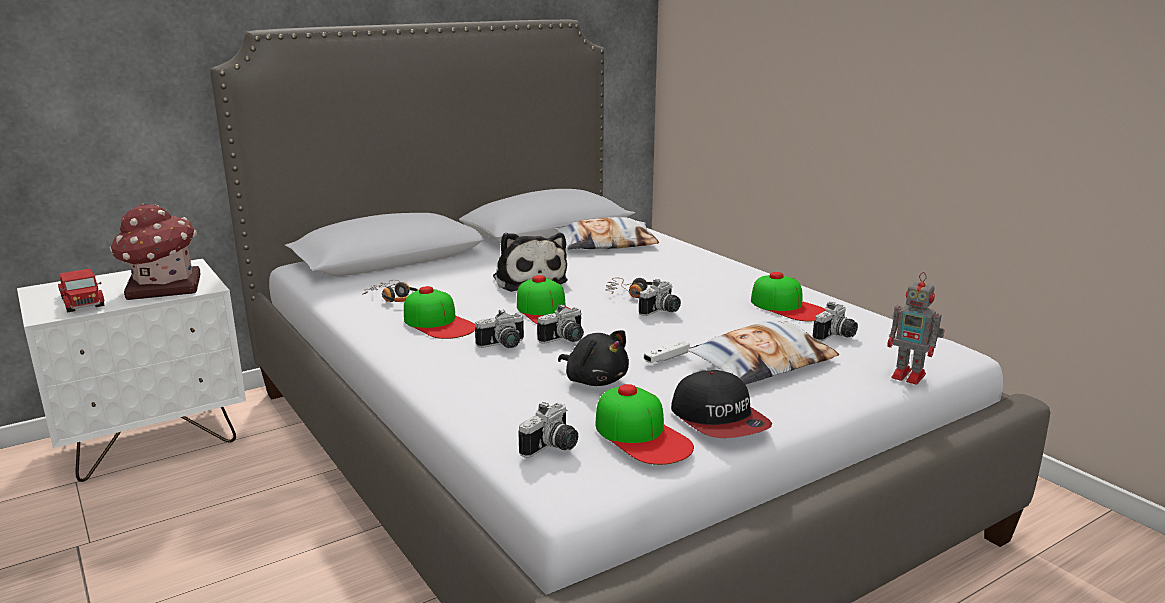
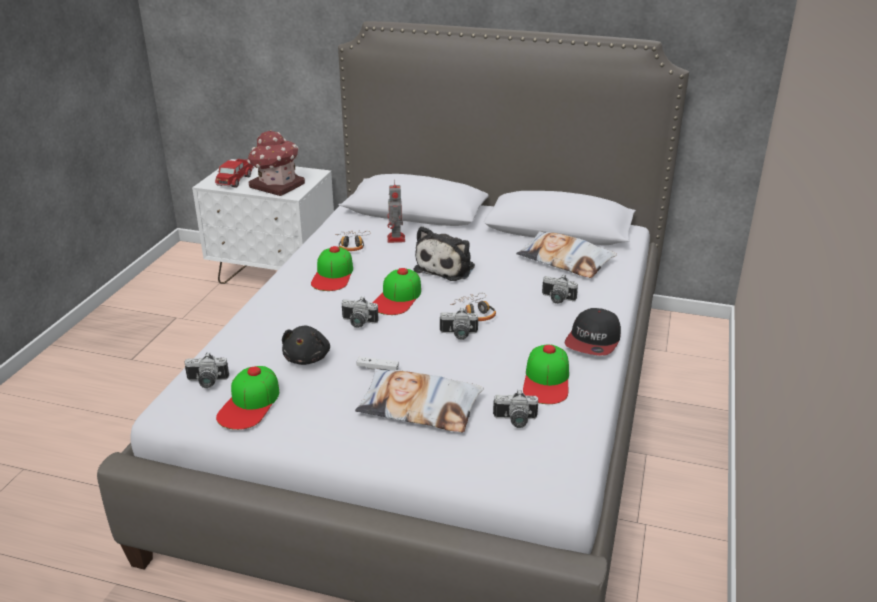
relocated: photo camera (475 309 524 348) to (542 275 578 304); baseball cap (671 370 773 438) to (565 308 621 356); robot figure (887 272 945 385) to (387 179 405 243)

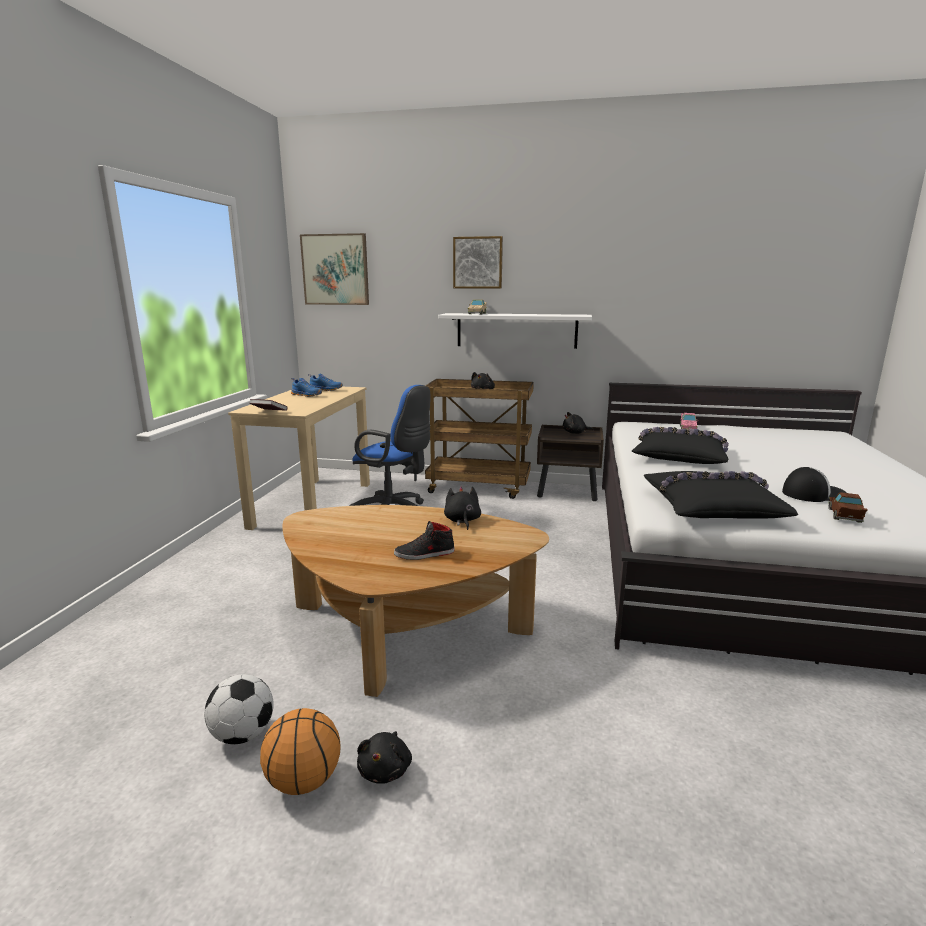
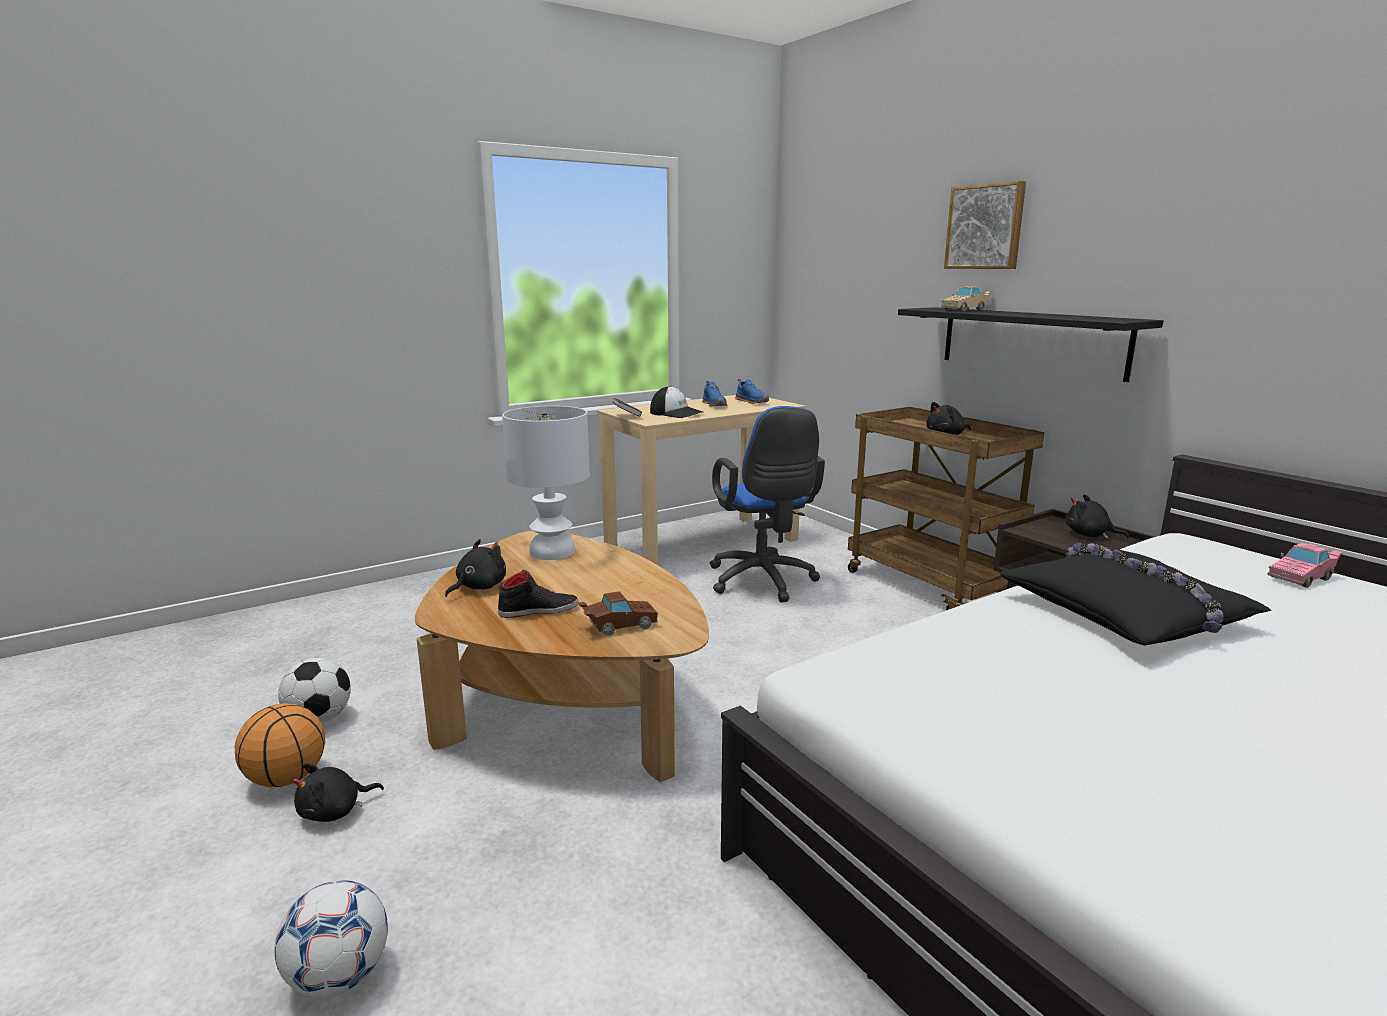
missing: picture (300 233 369 305); cushion in black (644 471 798 519)
appeared: football ball (275 880 388 997); lamp for a table in white (502 406 590 560)
relocated: plush toy in black (444 487 481 530) to (445 539 506 597); baseball cap (782 467 847 502) to (650 386 703 418); miniature car in brown-coloured (828 492 868 523) to (578 591 659 636)
colour: bracket shelf in white (438 313 592 349) to bracket shelf in black (898 307 1163 382)
spun: shoe in black (394 521 455 560) = (498 570 579 618) 135 degrees clockwise

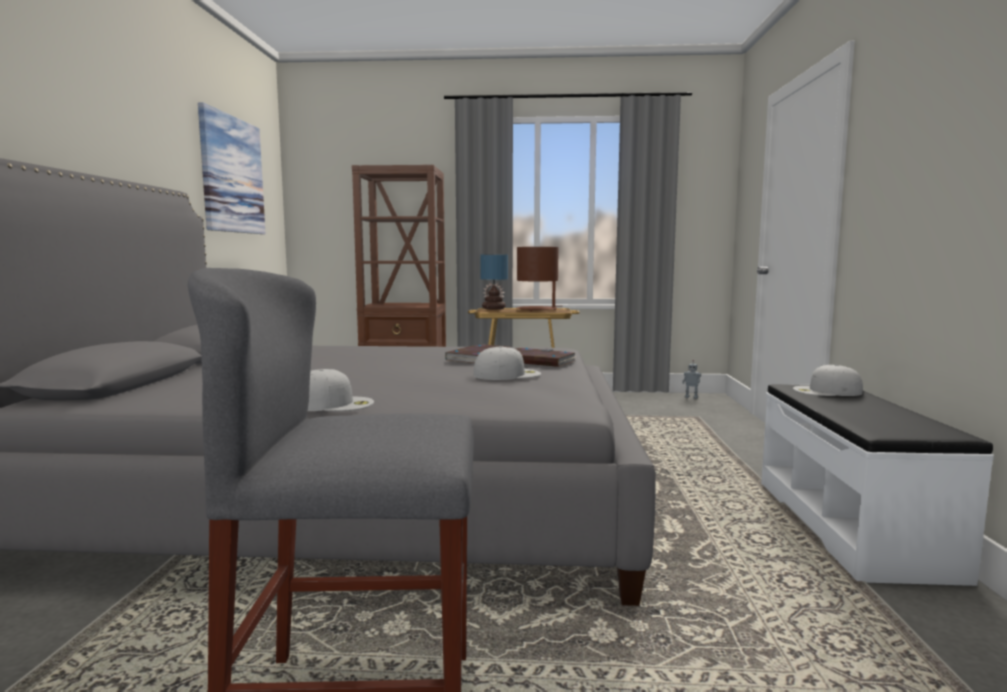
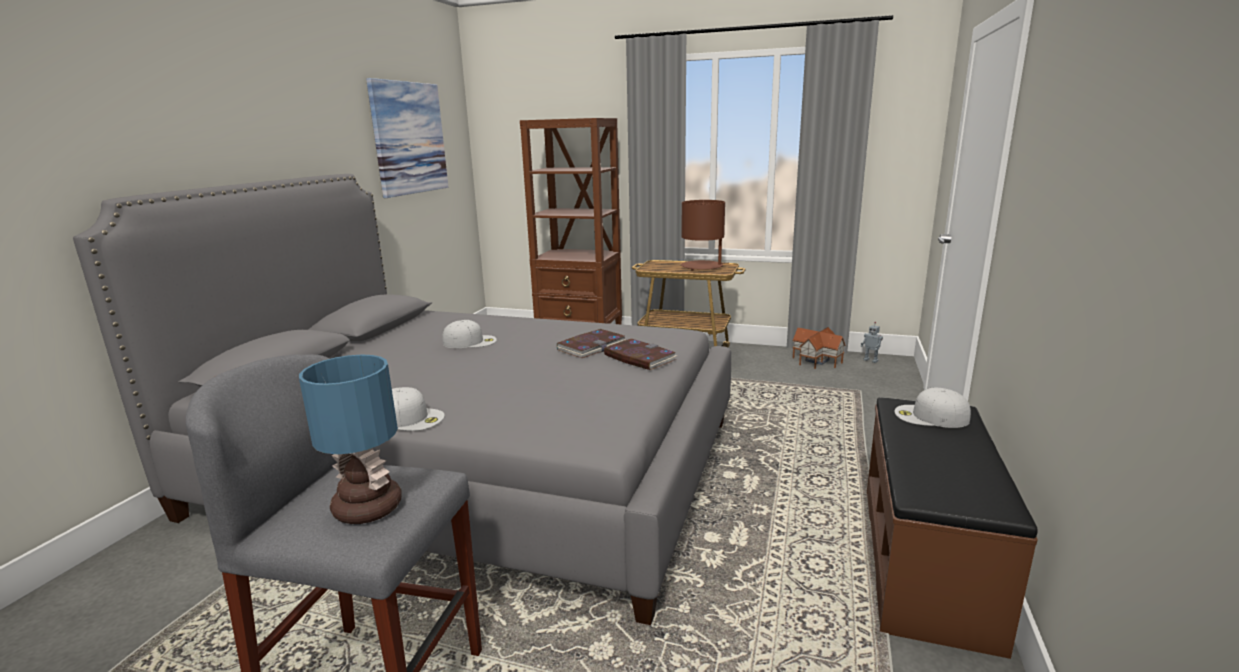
appeared: toy house (792 327 846 369)
relocated: baseball cap in white (474 346 541 380) to (442 320 497 348); lamp for a table (480 255 508 309) to (299 355 402 524)
colour: indoor bench in white (761 384 994 586) to indoor bench in brown-coloured (867 397 1038 659)

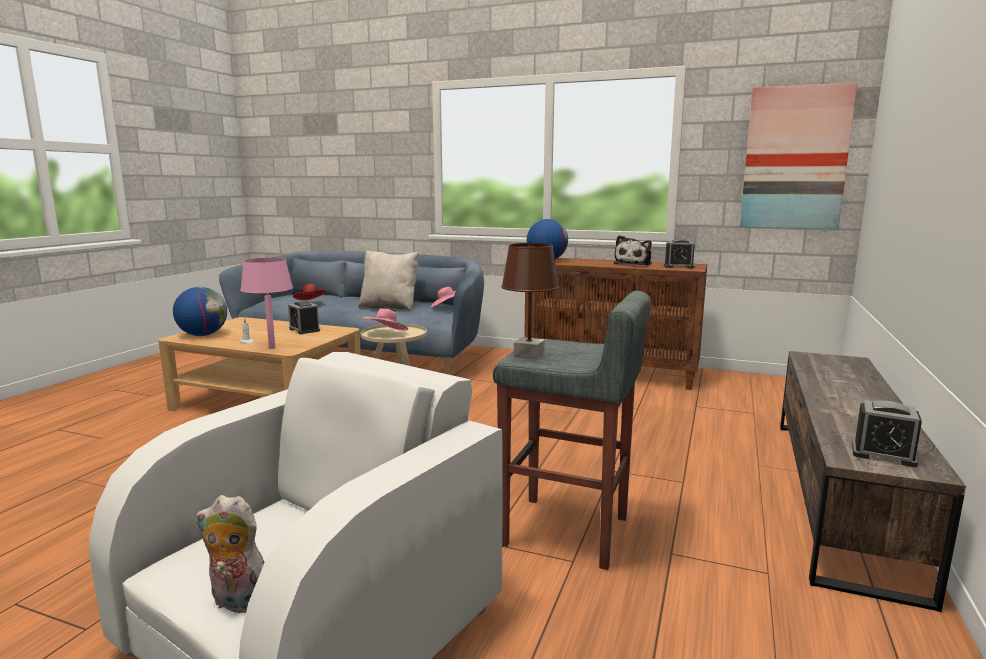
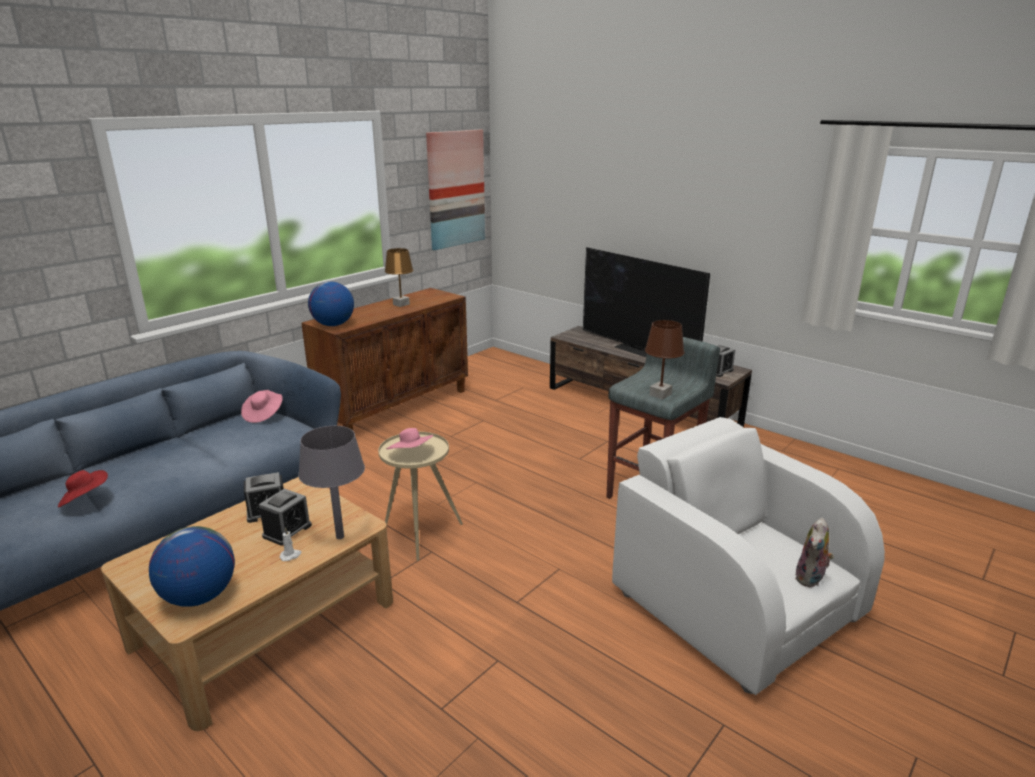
missing: cushion in beige (358 250 419 311)
appeared: TV set (583 247 710 357)
relocated: bedside clock (664 239 695 268) to (259 488 312 546)
exchanged: plush toy (614 235 652 266) to lamp for a table in brown-coloured (385 248 413 307)
colour: lamp for a table in pink (240 258 293 349) to lamp for a table in gray (298 426 365 539)

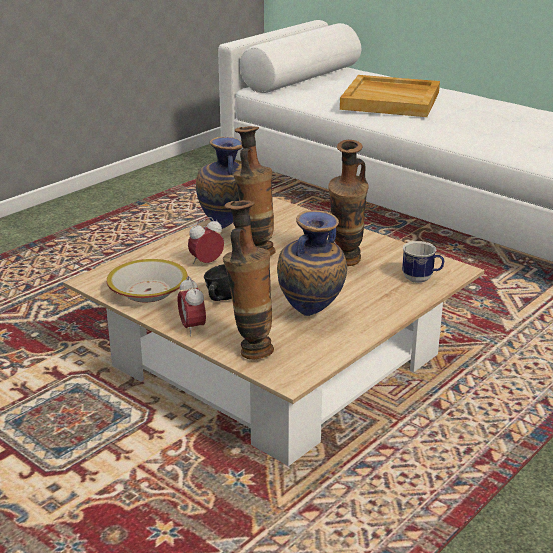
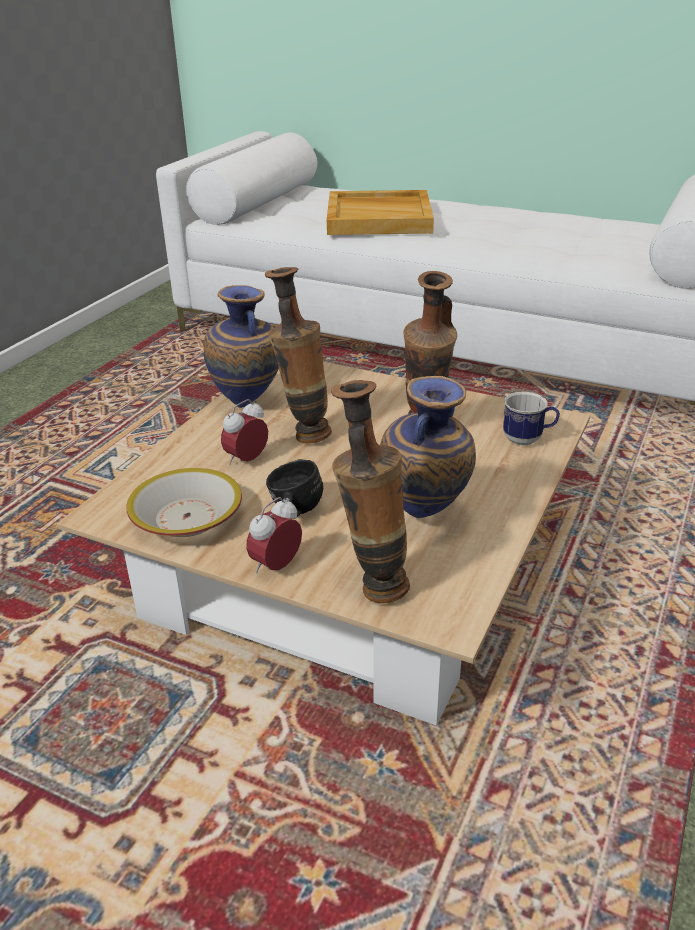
spun: bedside clock (178 276 206 337) = (246 497 302 573) 75 degrees clockwise

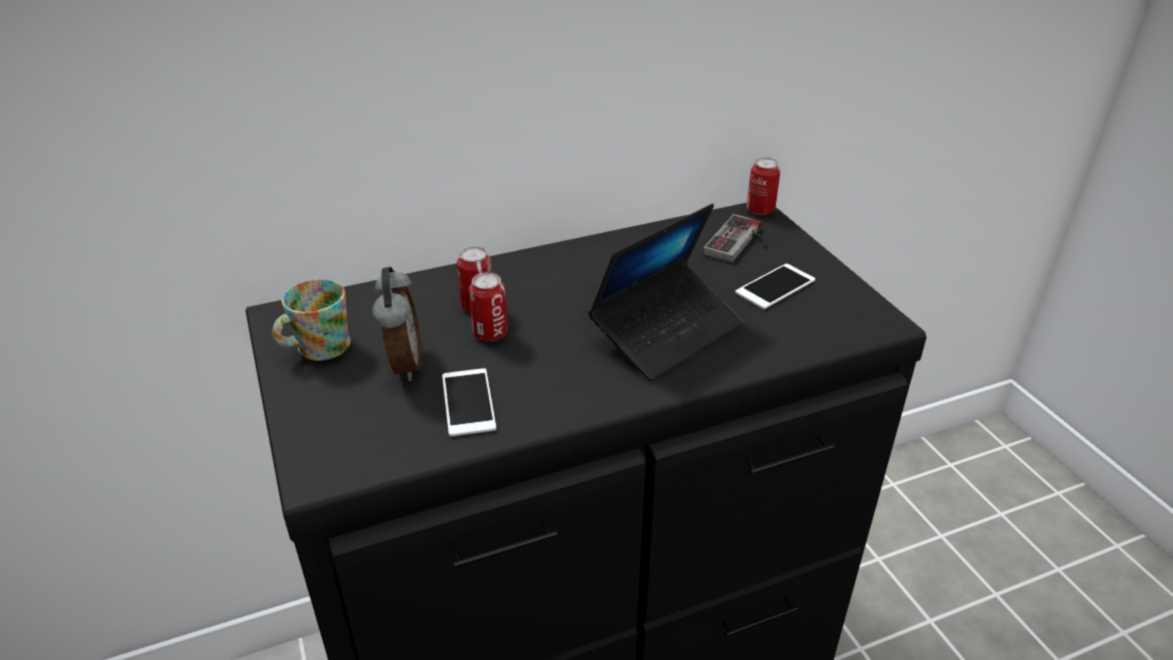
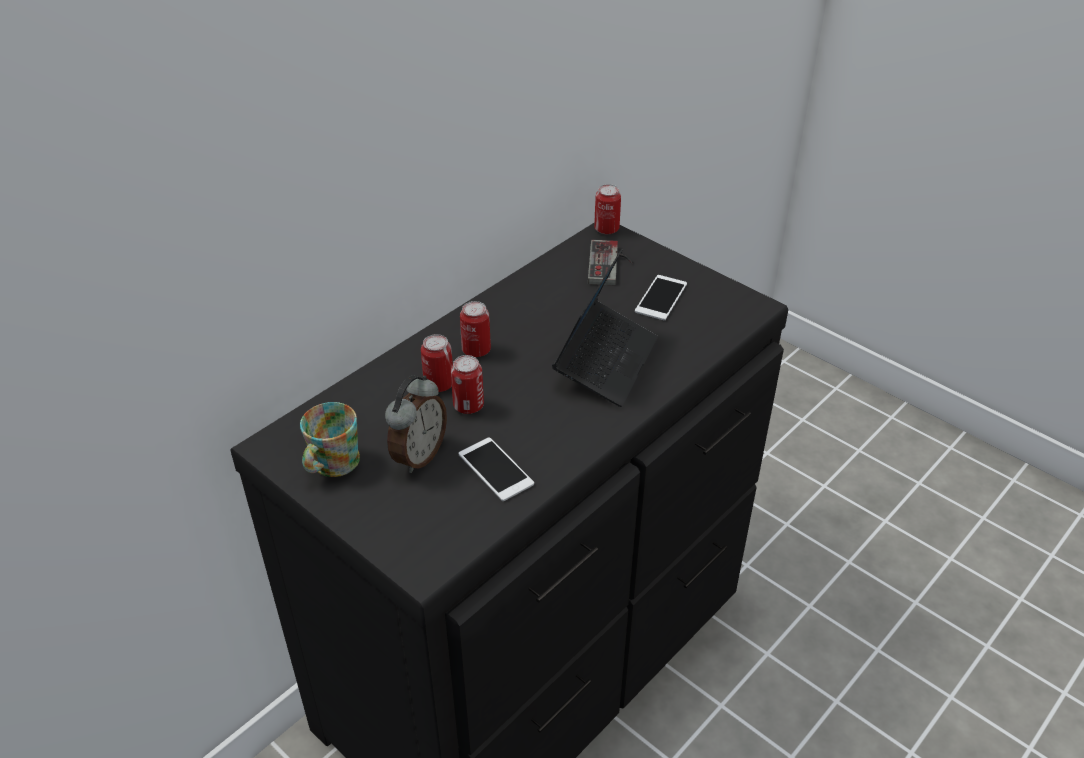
appeared: metal can (460 301 491 357)
spun: bedside clock (372 267 422 381) = (385 375 447 473) 60 degrees clockwise

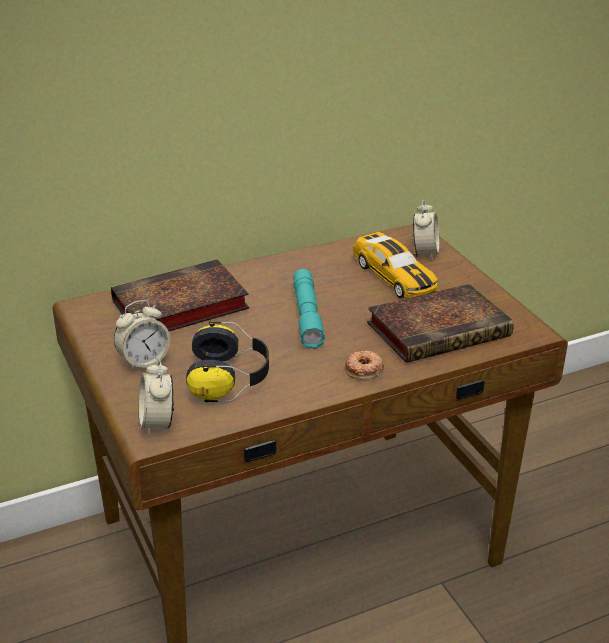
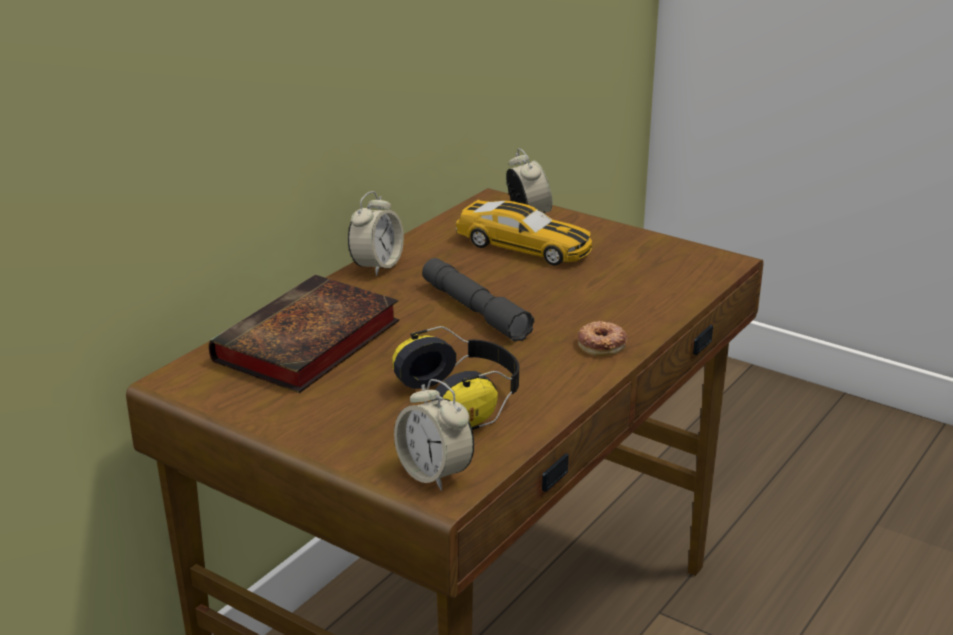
missing: book (367 284 514 363)
relocated: bedside clock (114 300 170 371) to (348 191 404 276)
colour: flashlight in turquoise (293 269 325 349) to flashlight in gray (422 258 534 342)

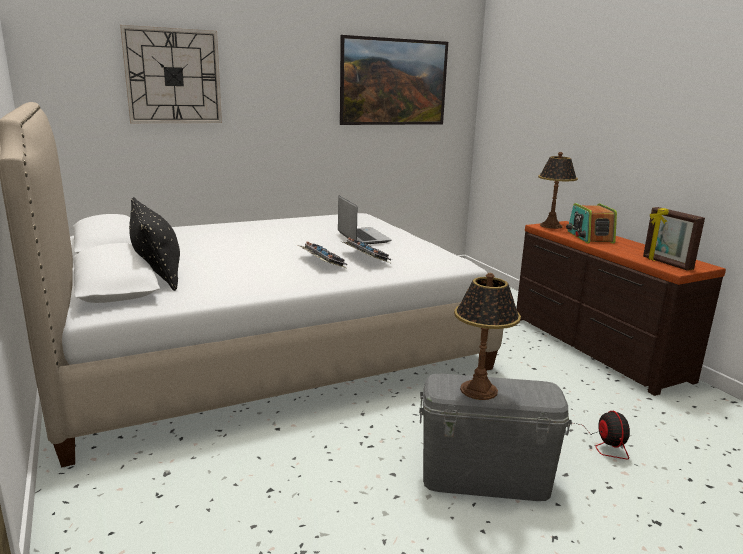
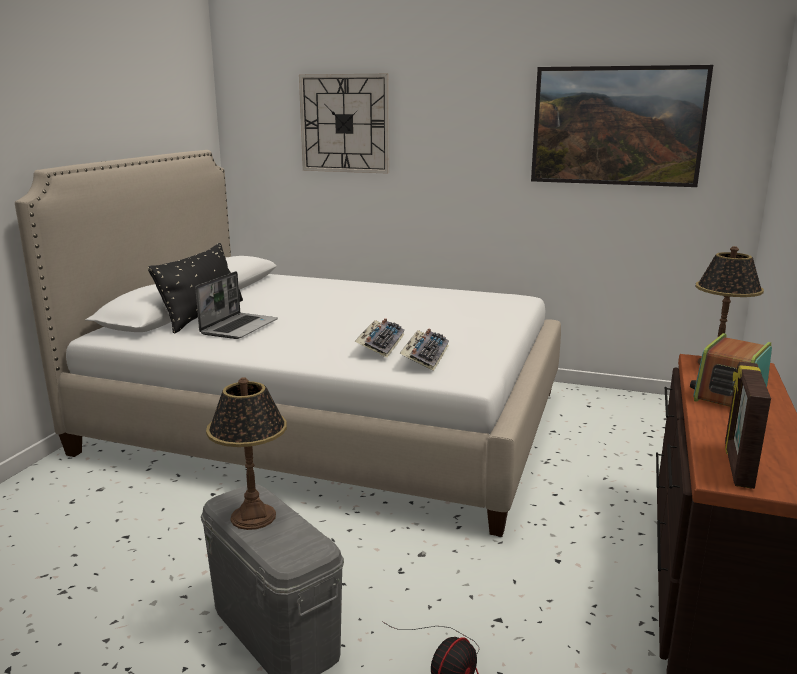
relocated: computer keyboard (298 242 348 268) to (399 328 449 371); laptop (338 195 392 244) to (195 271 278 339)

